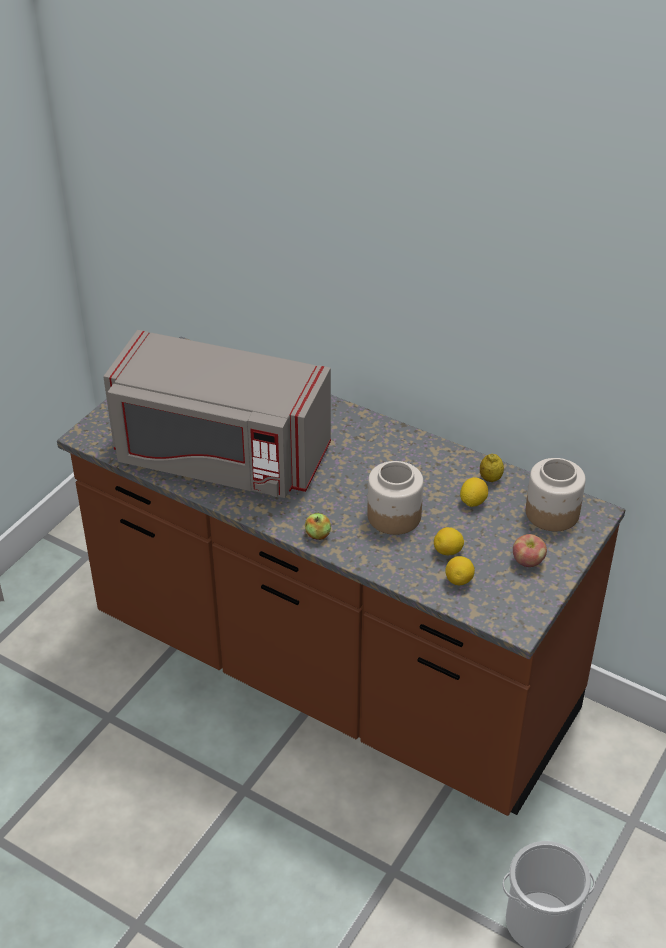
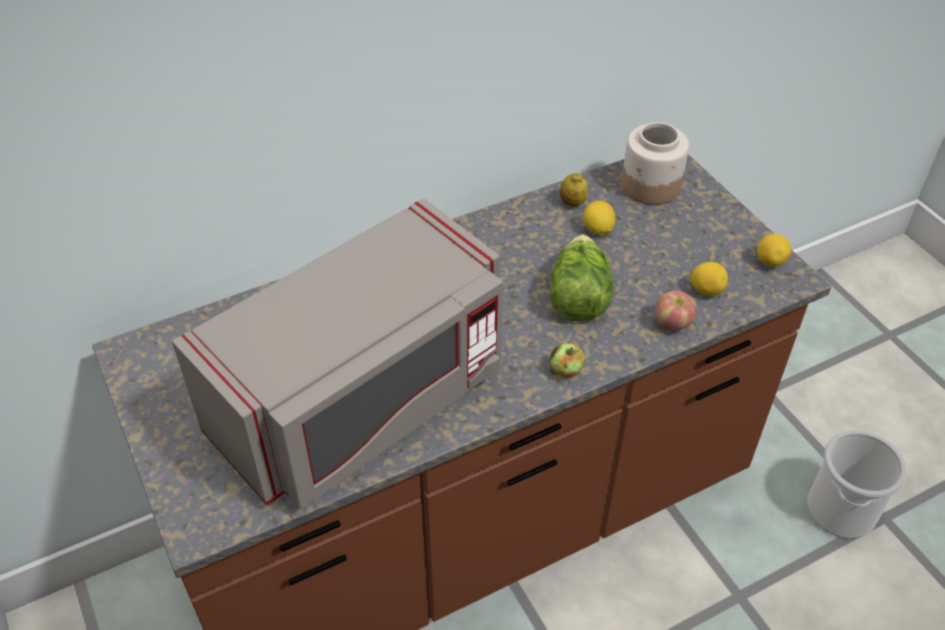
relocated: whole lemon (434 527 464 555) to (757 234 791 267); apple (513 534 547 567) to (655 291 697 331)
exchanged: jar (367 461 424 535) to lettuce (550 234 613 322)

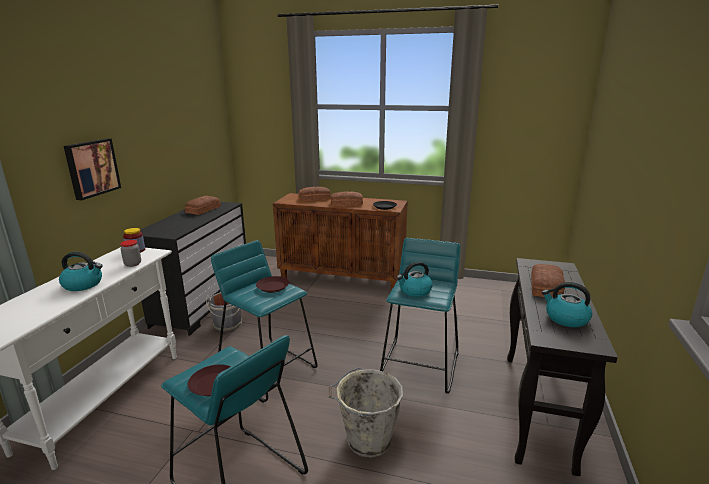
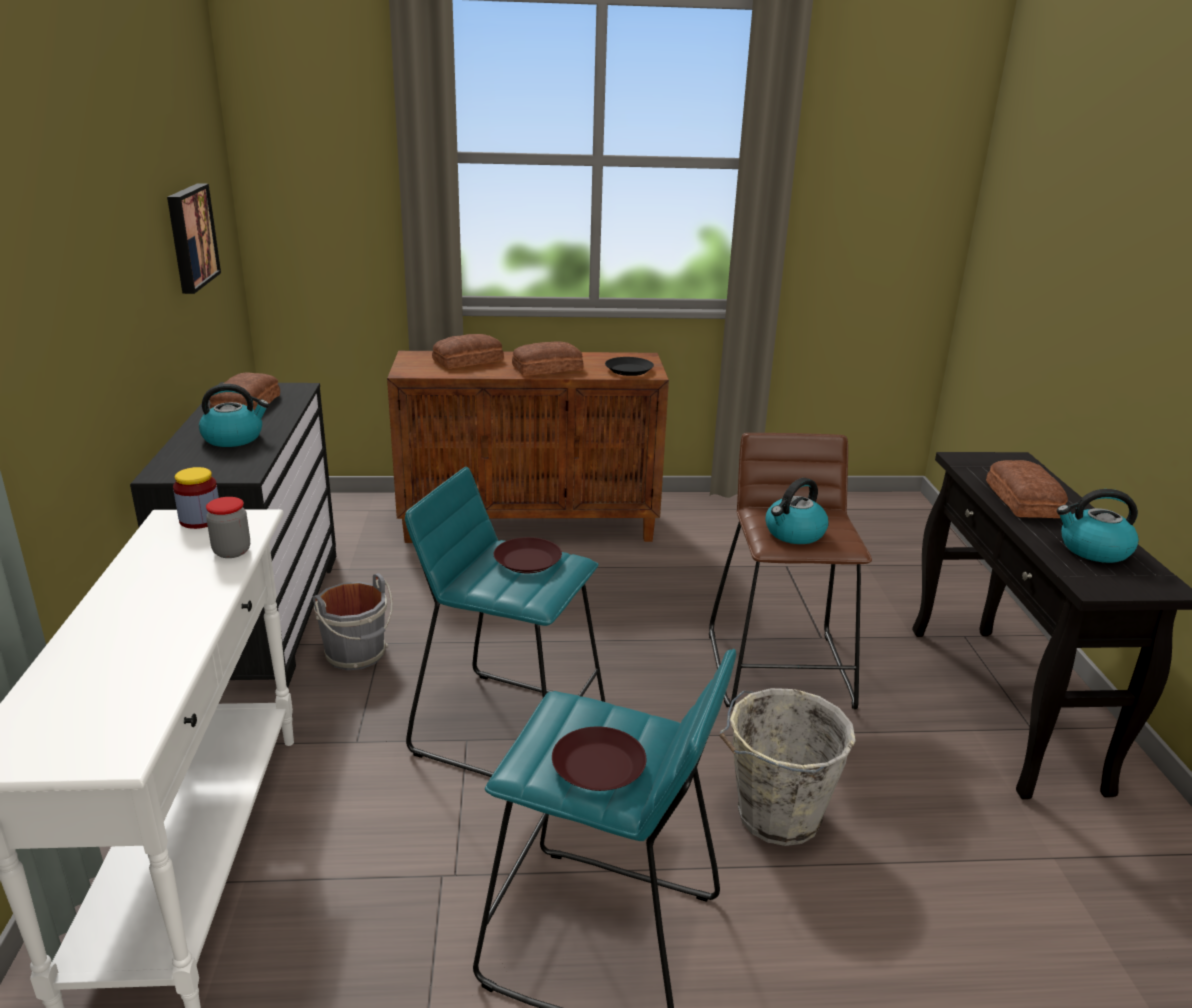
relocated: water kettle (59 252 103 291) to (199 384 269 447); picture (64 138 121 200) to (167 183 221 294)
colour: stool in turquoise (380 238 460 394) to stool in brown-coloured (709 433 872 710)

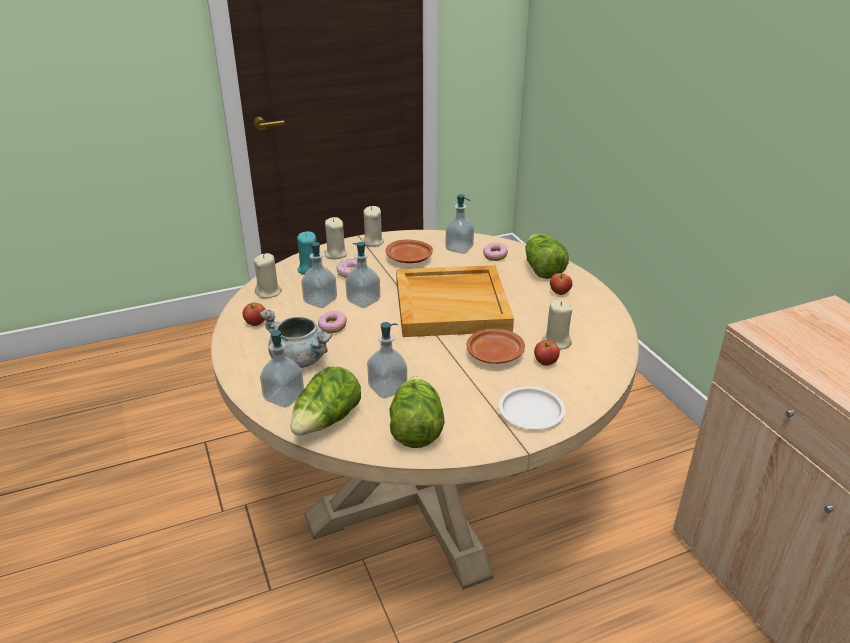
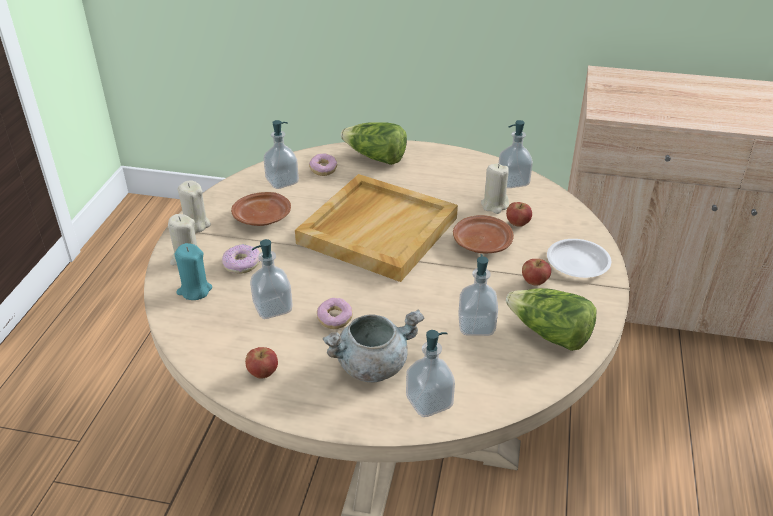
missing: candle in beige (254 253 282 298); lettuce (291 367 361 436)
relocated: soap dispenser (345 242 380 308) to (498 120 533 188); apple (550 273 572 295) to (522 259 551 286)

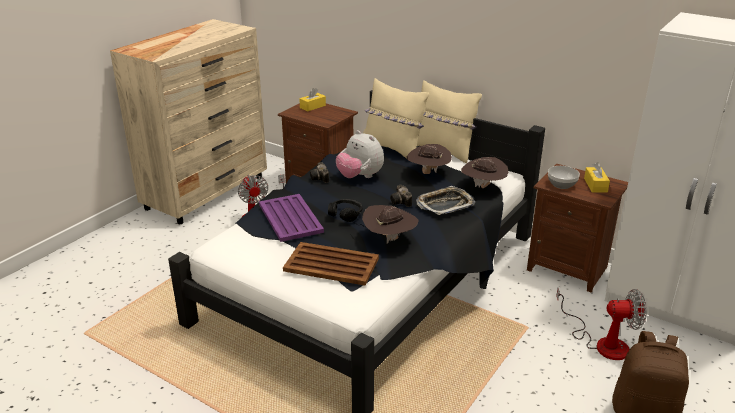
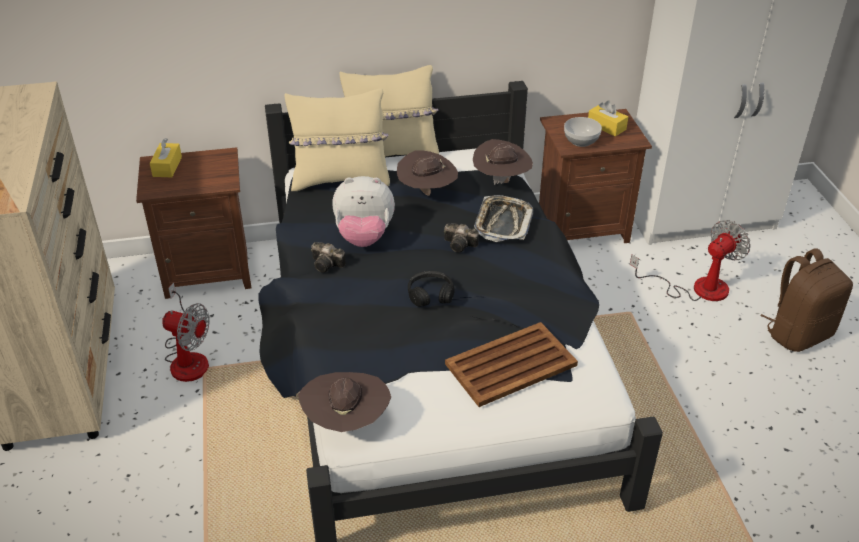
missing: carrying tray in purple (259 194 324 242)
relocated: clothing hat in brown-coloured (362 205 419 244) to (298 372 391 432)

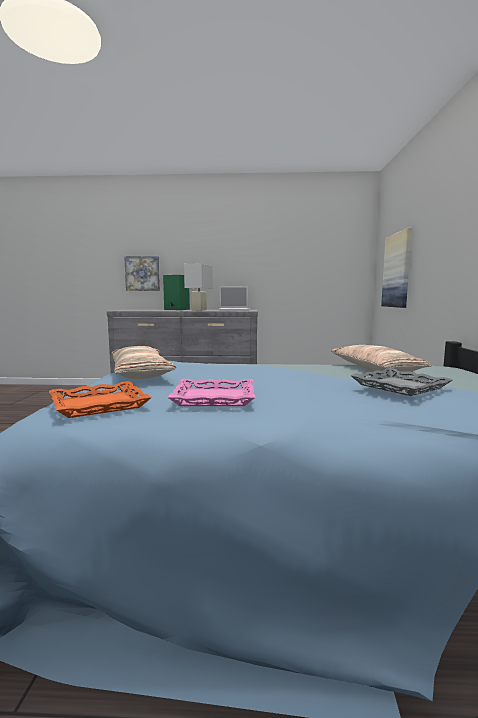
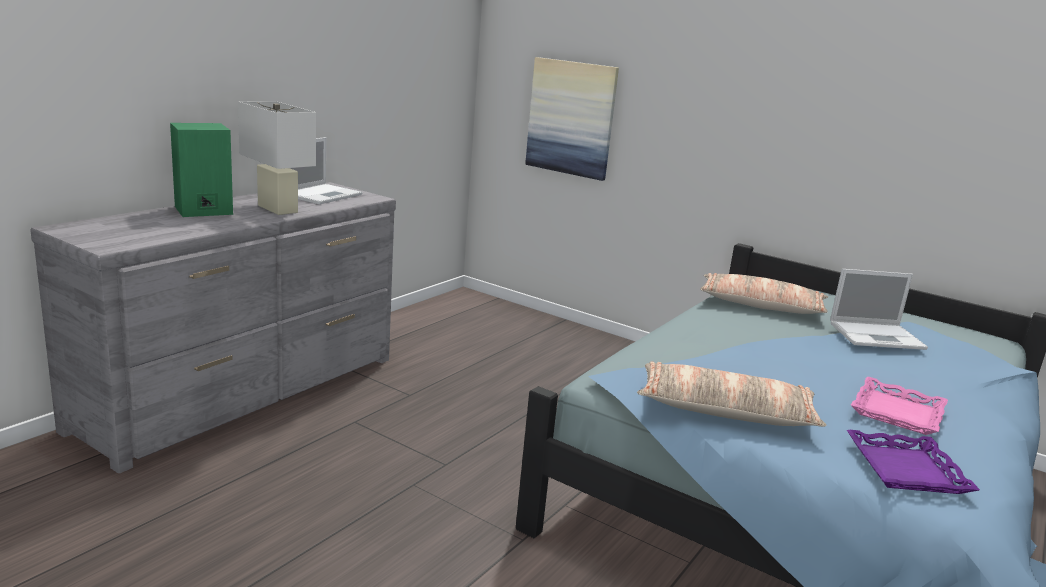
missing: picture (124 256 160 291)
exchanged: carrying tray in gray (350 368 452 396) to laptop (830 269 928 350)
colour: carrying tray in orangey (49 381 152 418) to carrying tray in purple (847 430 980 494)

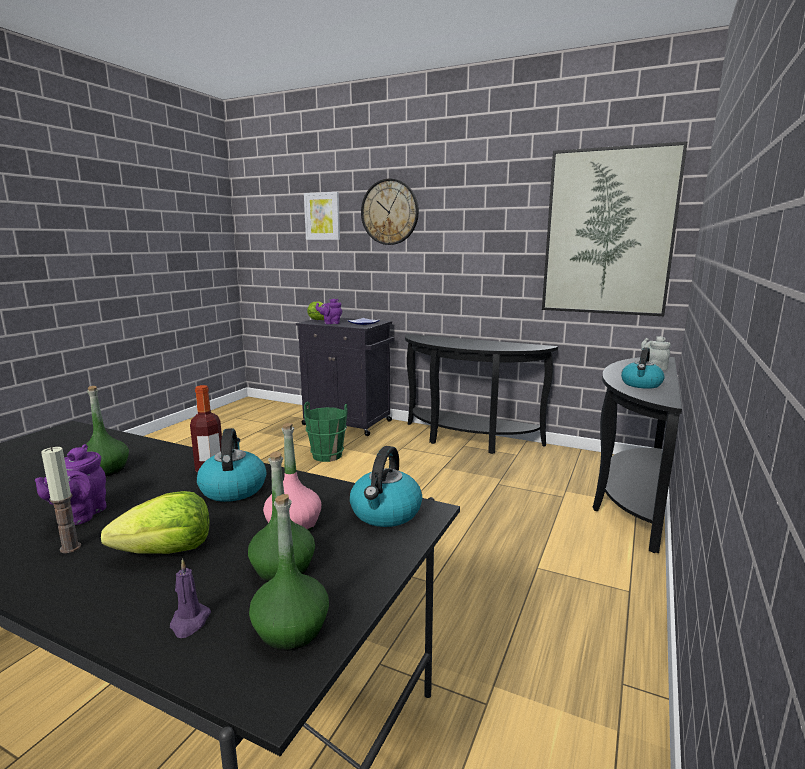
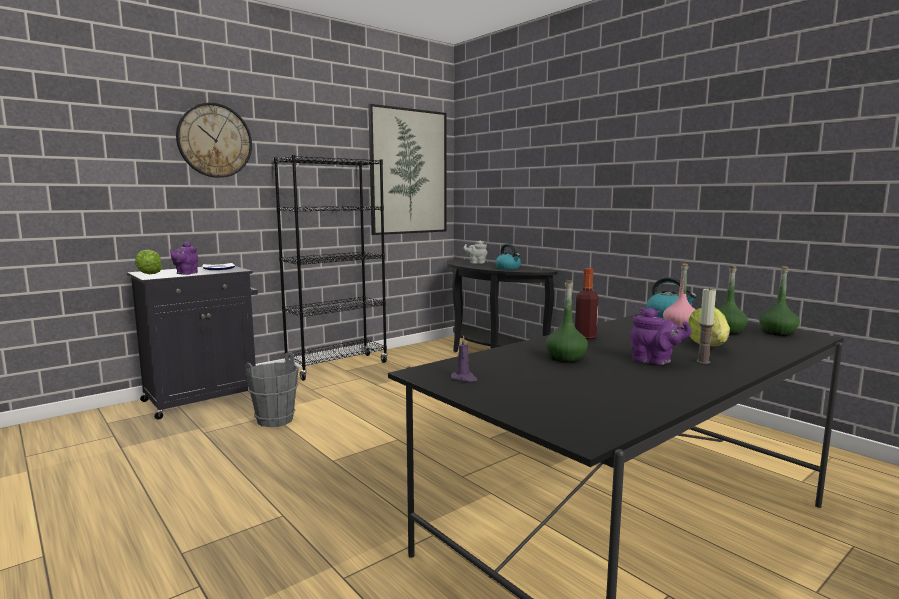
missing: water kettle (197 428 266 502); picture (304 192 340 240)
relocated: candle in purple (170 558 211 638) to (451 336 477 382)
exchanged: narrow table in black (405 334 558 454) to bookshelf in black (274 155 388 381)
colour: water bucket in green (304 402 347 462) to water bucket in gray (245 352 299 427)

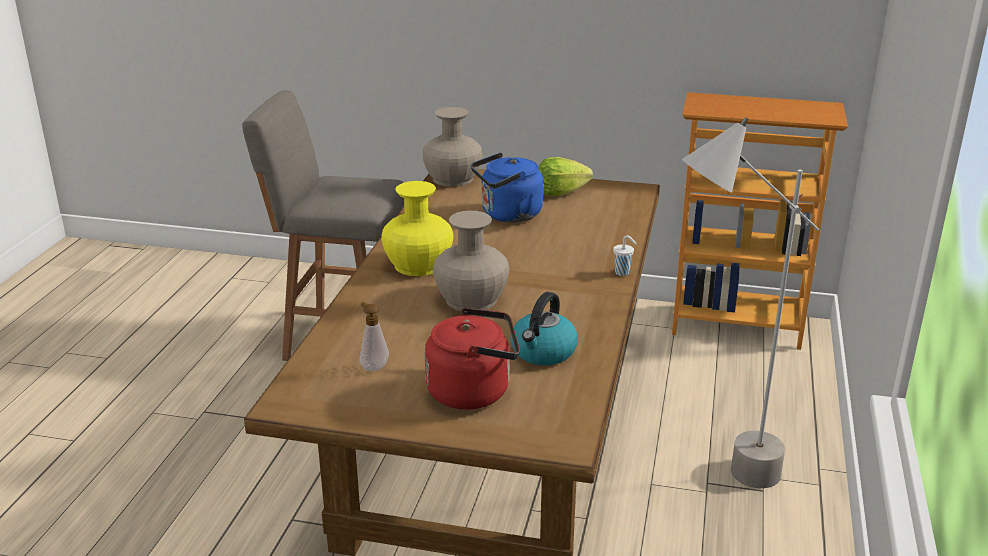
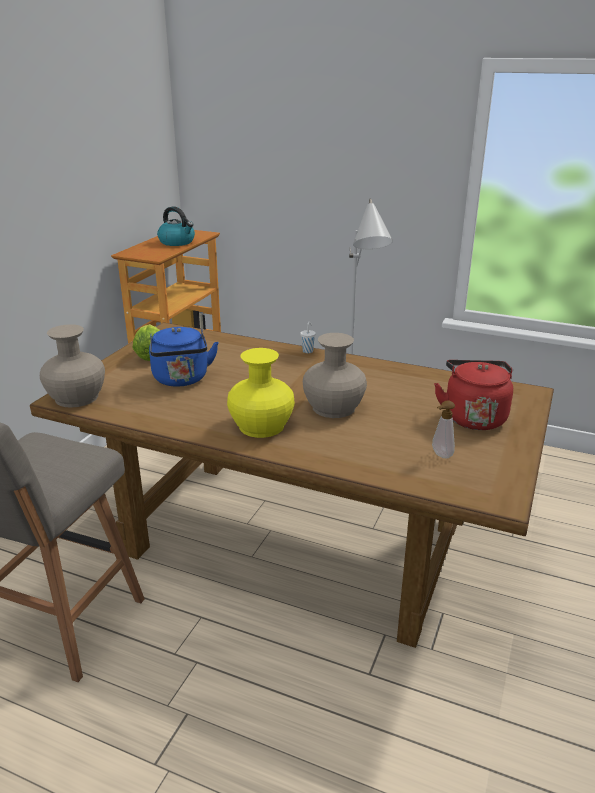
relocated: water kettle (510 292 578 365) to (157 206 195 246)

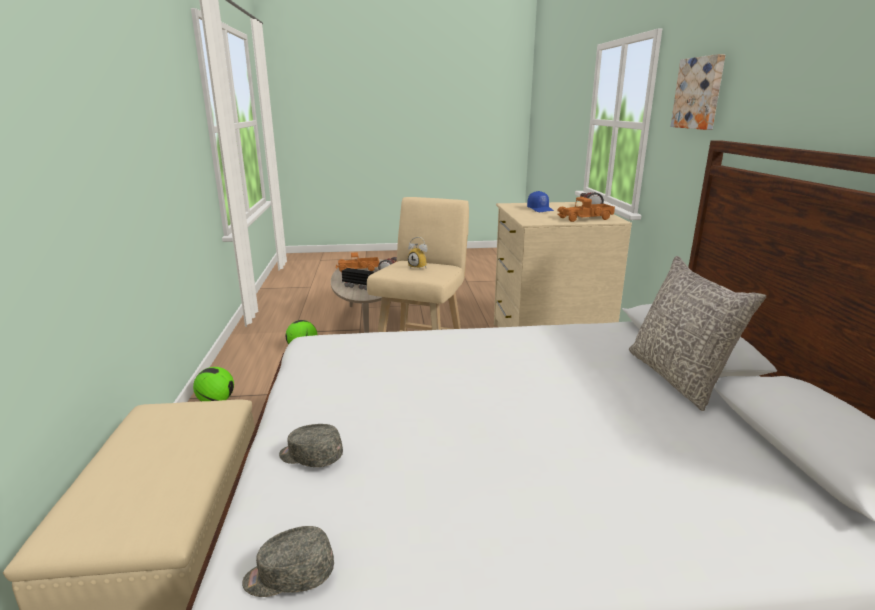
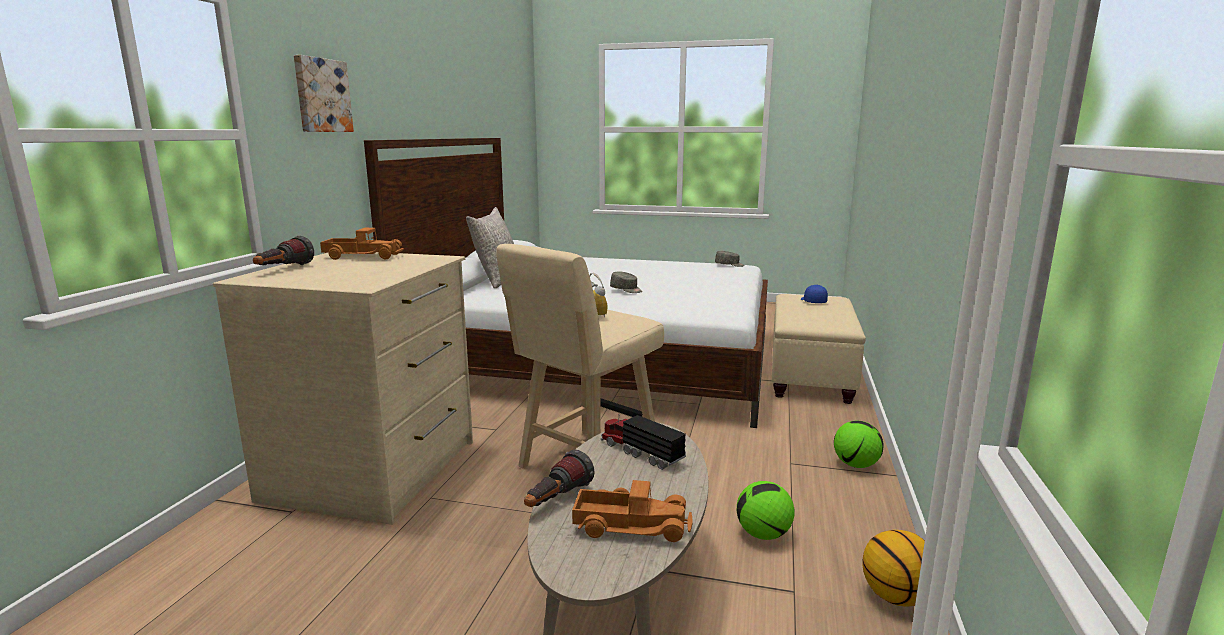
appeared: ball for basketball (862 530 925 606)
relocated: baseball cap in gray (279 424 343 467) to (610 272 642 293); baseball cap in blue (527 191 554 212) to (801 285 828 303)

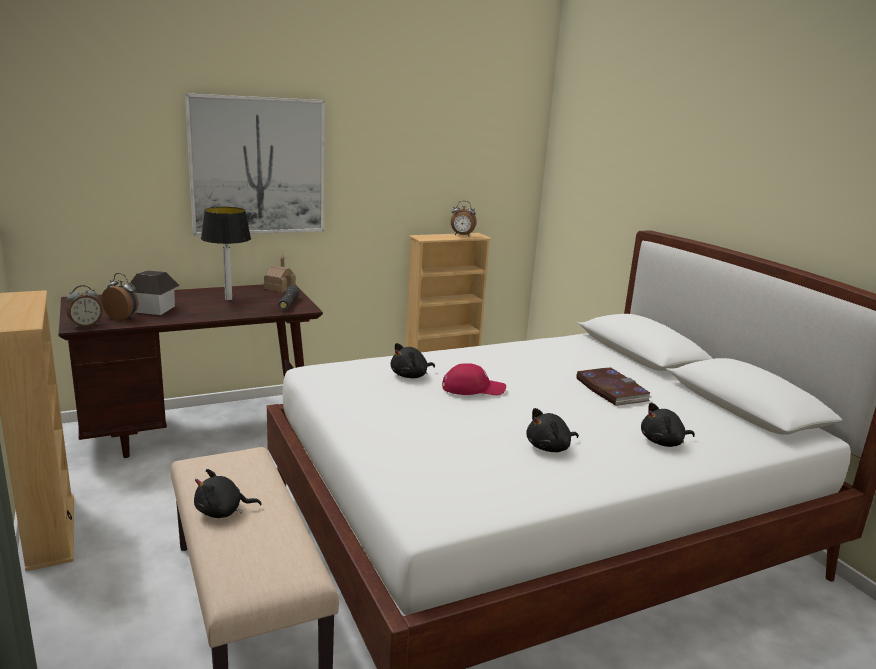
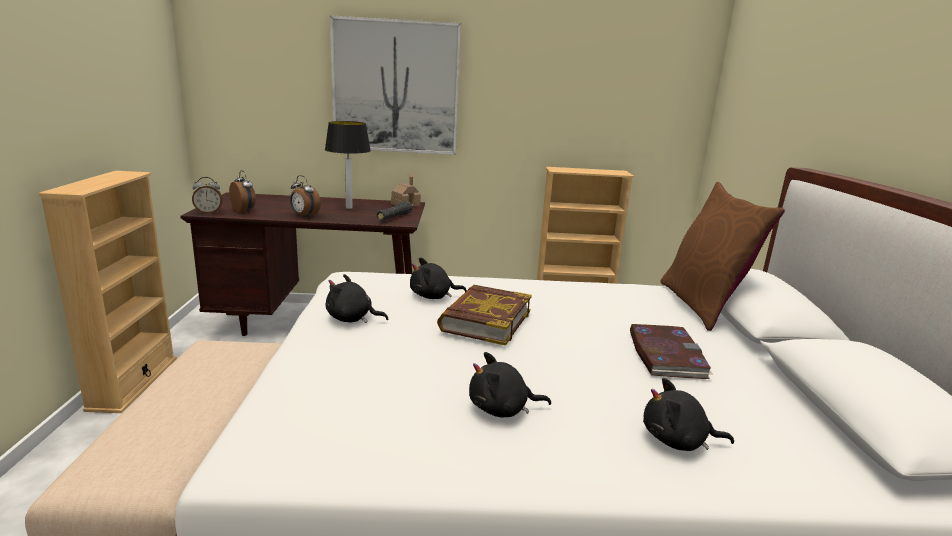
missing: toy house (130 270 180 315)
appeared: cushion in brown-coloured (660 182 785 331)
relocated: plush toy in black (194 469 262 518) to (326 274 388 323); bedside clock (451 201 477 236) to (290 175 321 218)
exchanged: baseball cap in reddish (442 363 506 395) to book (437 285 532 346)

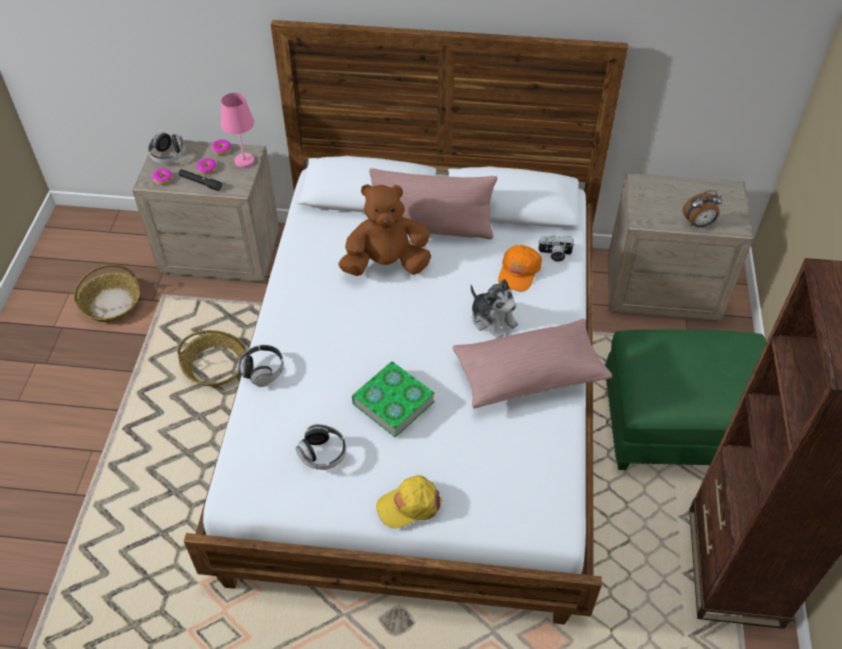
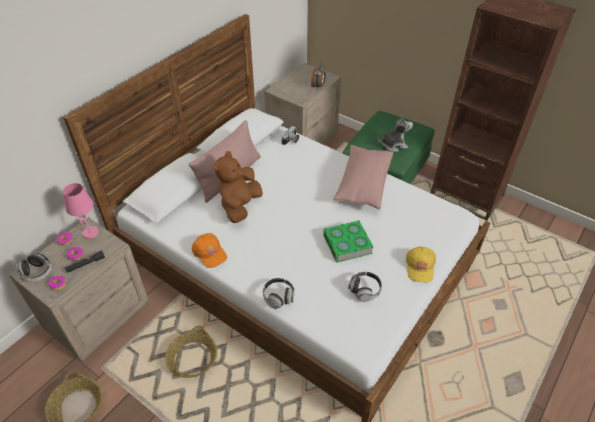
relocated: plush toy (471 279 518 339) to (378 115 413 152); baseball cap in orangey (498 245 542 291) to (192 233 227 268)

